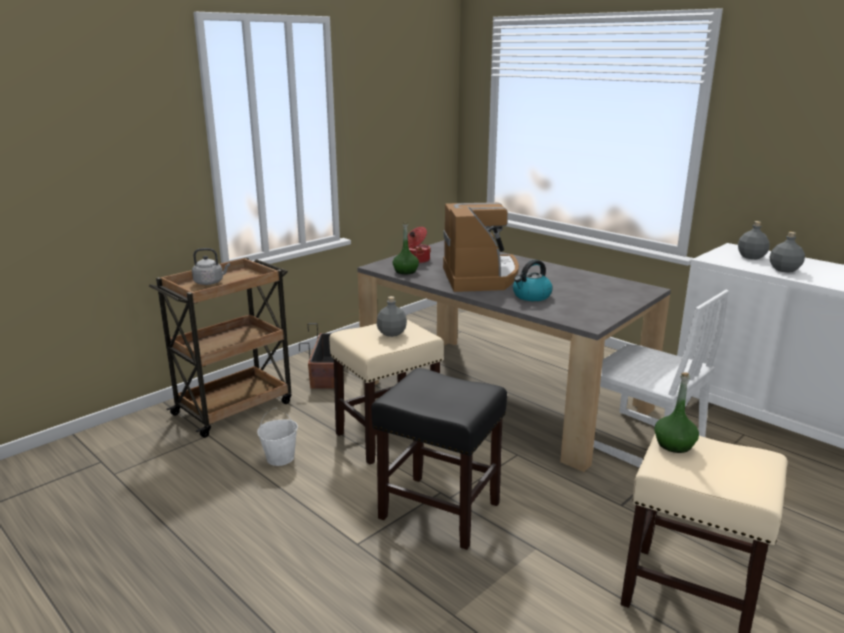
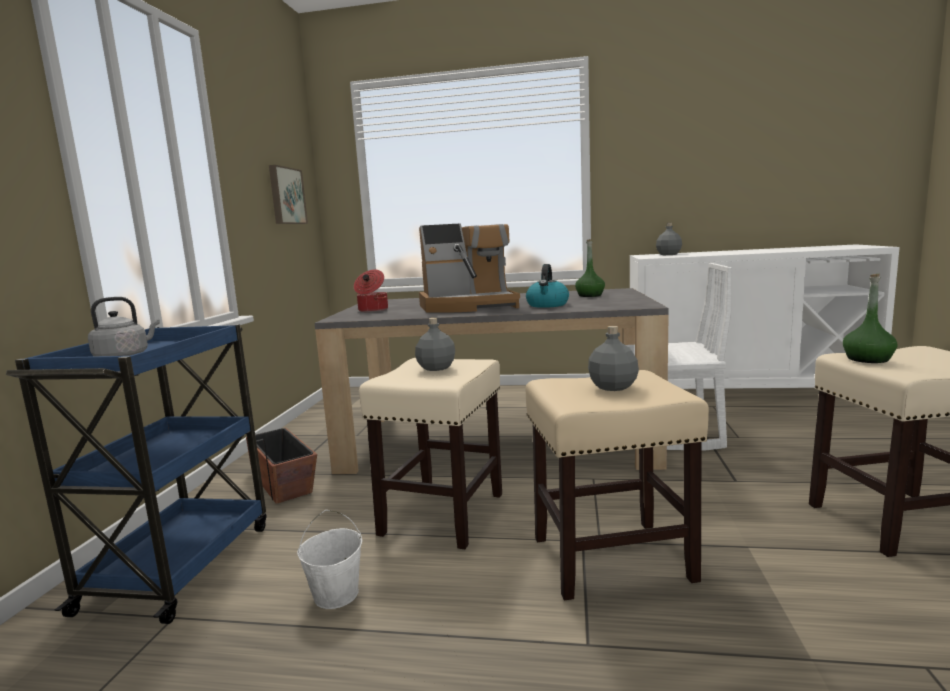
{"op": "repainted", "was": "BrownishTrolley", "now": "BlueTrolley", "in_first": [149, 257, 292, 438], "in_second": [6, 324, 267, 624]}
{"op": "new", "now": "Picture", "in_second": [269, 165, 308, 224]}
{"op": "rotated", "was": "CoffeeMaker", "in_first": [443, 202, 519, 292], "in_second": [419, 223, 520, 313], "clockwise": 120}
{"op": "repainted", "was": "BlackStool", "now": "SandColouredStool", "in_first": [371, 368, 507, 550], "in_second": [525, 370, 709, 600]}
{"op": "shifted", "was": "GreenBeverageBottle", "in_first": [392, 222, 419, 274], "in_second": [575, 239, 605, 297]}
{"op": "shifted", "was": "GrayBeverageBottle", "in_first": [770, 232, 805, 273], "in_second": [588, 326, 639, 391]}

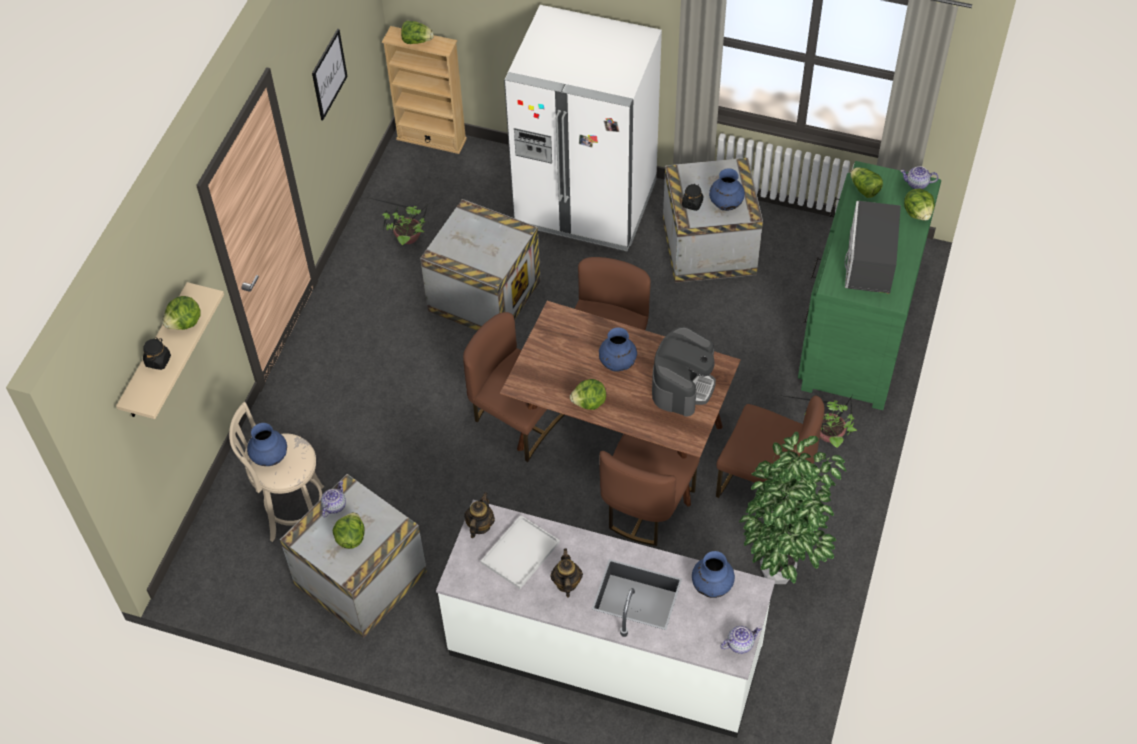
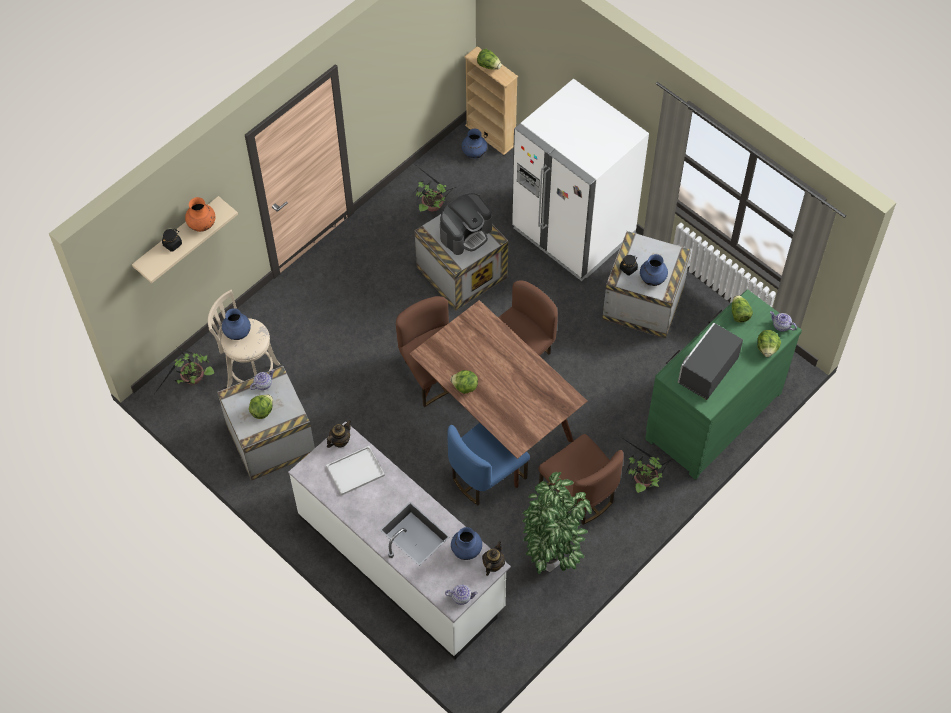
{"op": "new", "now": "PottedPlant", "in_second": [153, 347, 214, 396]}
{"op": "swapped", "was": "Lettuce", "now": "OrangeyVase", "in_first": [162, 296, 201, 330], "in_second": [185, 197, 216, 232]}
{"op": "shifted", "was": "CoffeeMaker", "in_first": [652, 327, 716, 416], "in_second": [440, 193, 492, 255]}
{"op": "repainted", "was": "BrownishUprightChair", "now": "BlueUprightChair", "in_first": [599, 434, 700, 546], "in_second": [447, 423, 530, 505]}
{"op": "shifted", "was": "BlueVase", "in_first": [599, 327, 637, 372], "in_second": [462, 129, 487, 158]}
{"op": "shifted", "was": "Teapot", "in_first": [550, 548, 583, 598], "in_second": [482, 541, 505, 576]}
{"op": "gone", "was": "Picture", "in_first": [312, 29, 348, 120]}

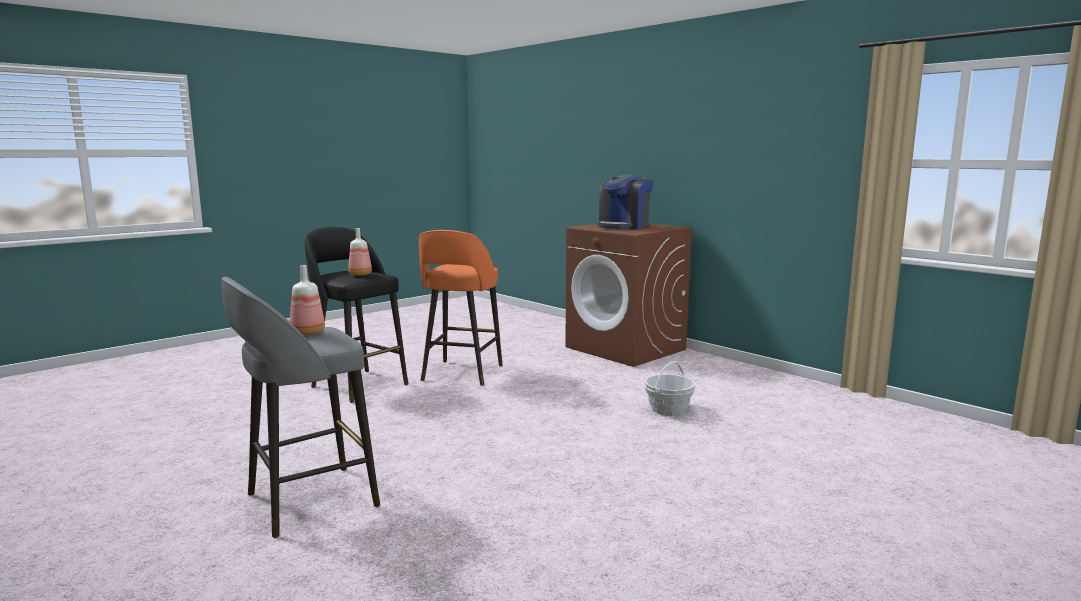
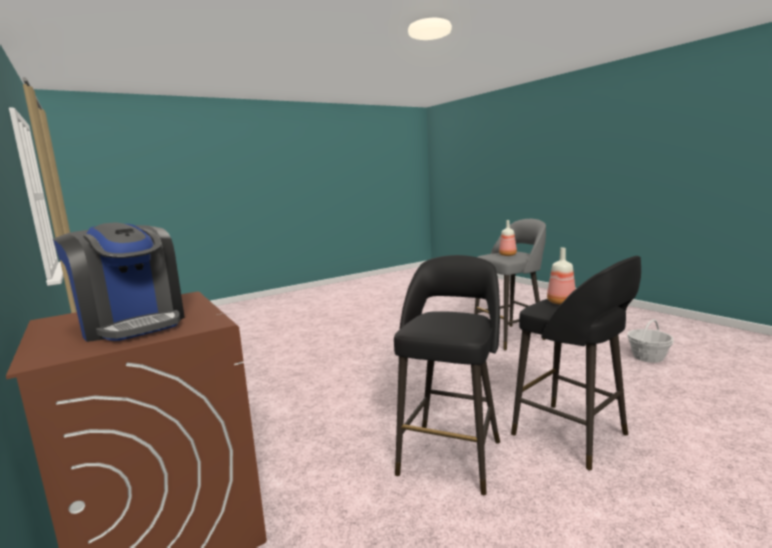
{"op": "rotated", "was": "CoffeeMaker", "in_first": [597, 175, 653, 229], "in_second": [53, 222, 185, 342], "clockwise": 90}
{"op": "repainted", "was": "OrangeyStool", "now": "BlackStool", "in_first": [419, 230, 503, 386], "in_second": [394, 255, 500, 495]}
{"op": "shifted", "was": "Basket", "in_first": [644, 361, 696, 416], "in_second": [627, 319, 674, 363]}

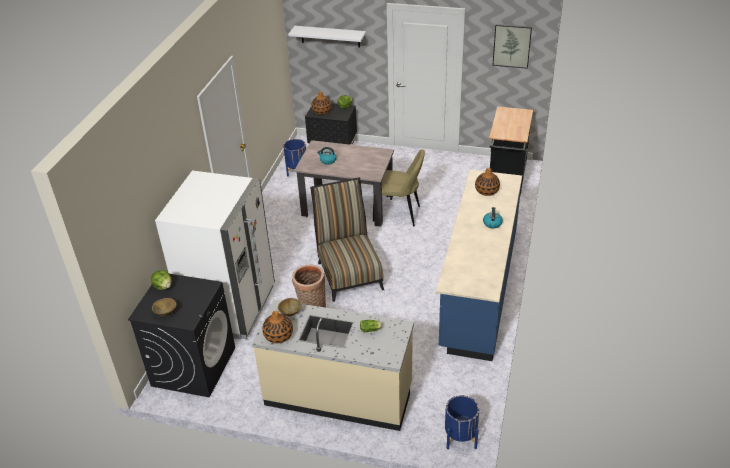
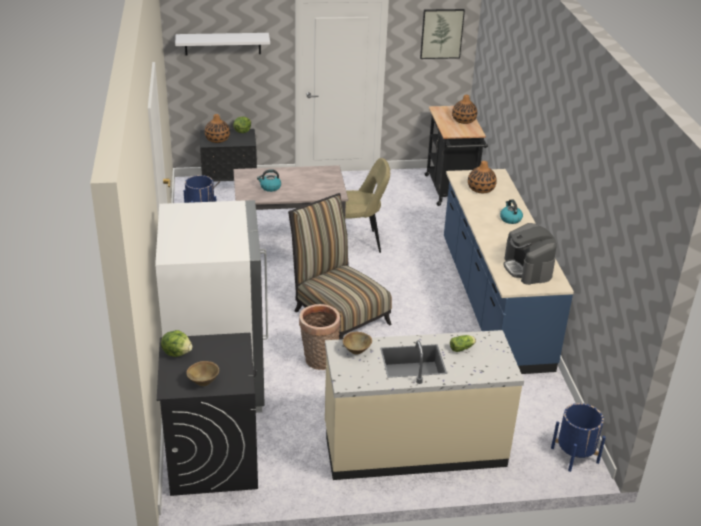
{"op": "shifted", "was": "Vase", "in_first": [262, 311, 293, 343], "in_second": [452, 95, 477, 124]}
{"op": "new", "now": "CoffeeMaker", "in_second": [503, 223, 557, 285]}

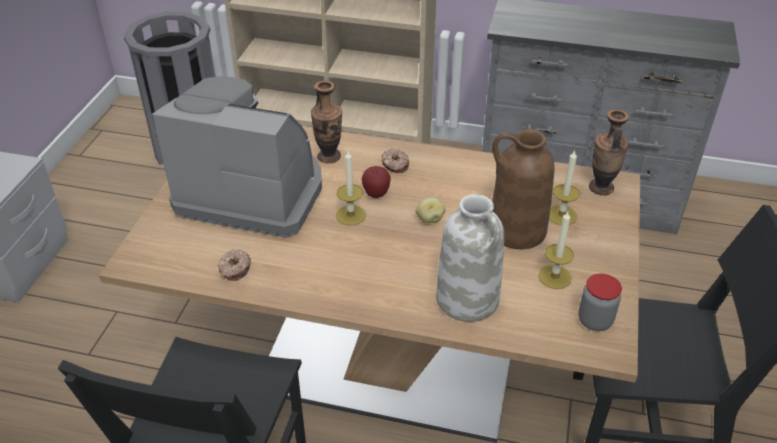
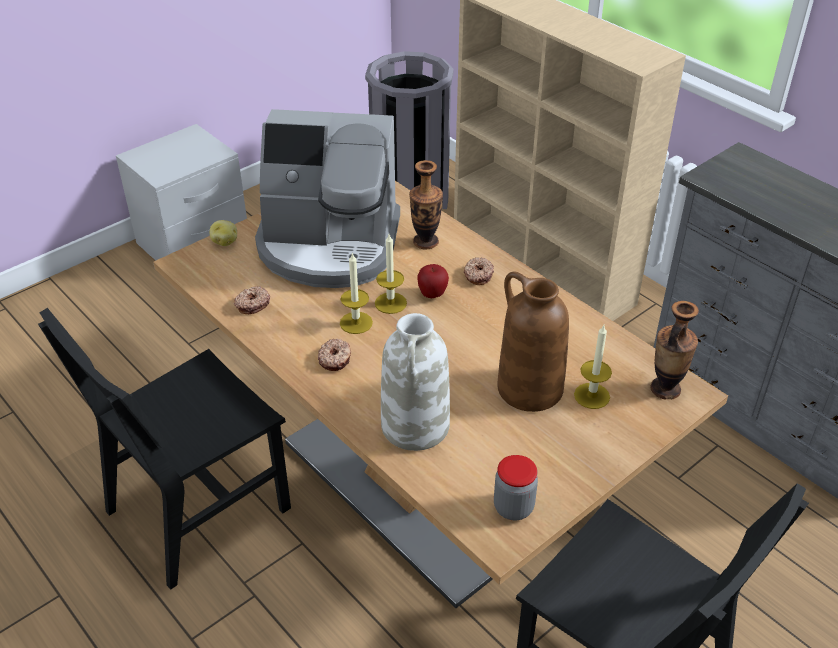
{"op": "shifted", "was": "Spud", "in_first": [416, 197, 445, 223], "in_second": [210, 220, 237, 246]}
{"op": "rotated", "was": "CoffeeMaker", "in_first": [152, 76, 322, 238], "in_second": [255, 109, 400, 288], "clockwise": 135}
{"op": "new", "now": "Donut", "in_second": [318, 338, 351, 371]}
{"op": "shifted", "was": "Candle", "in_first": [538, 211, 574, 289], "in_second": [340, 253, 373, 334]}

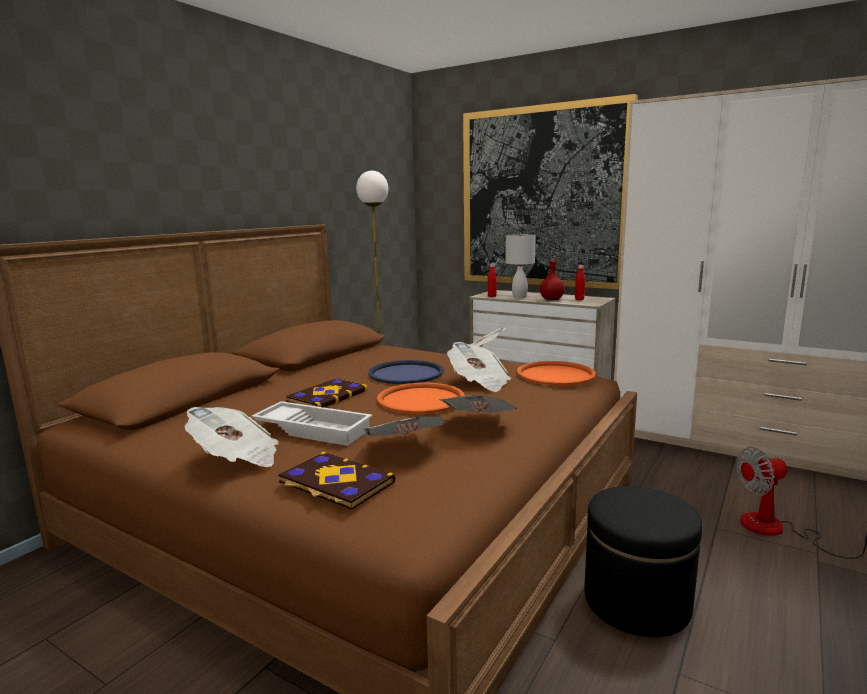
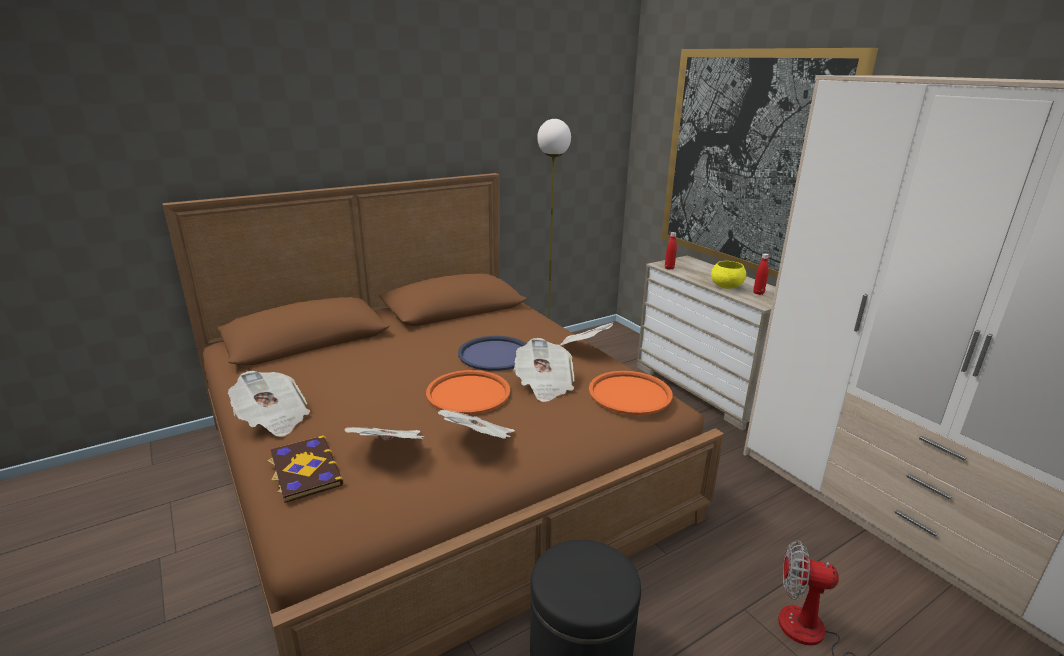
{"op": "swapped", "was": "RedColouredBeverageBottle", "now": "YellowishBowl", "in_first": [540, 258, 565, 300], "in_second": [711, 261, 746, 289]}
{"op": "gone", "was": "WhiteTray", "in_first": [251, 401, 372, 446]}
{"op": "gone", "was": "Volume", "in_first": [286, 378, 368, 407]}
{"op": "gone", "was": "WhiteLampForATable", "in_first": [505, 234, 536, 298]}

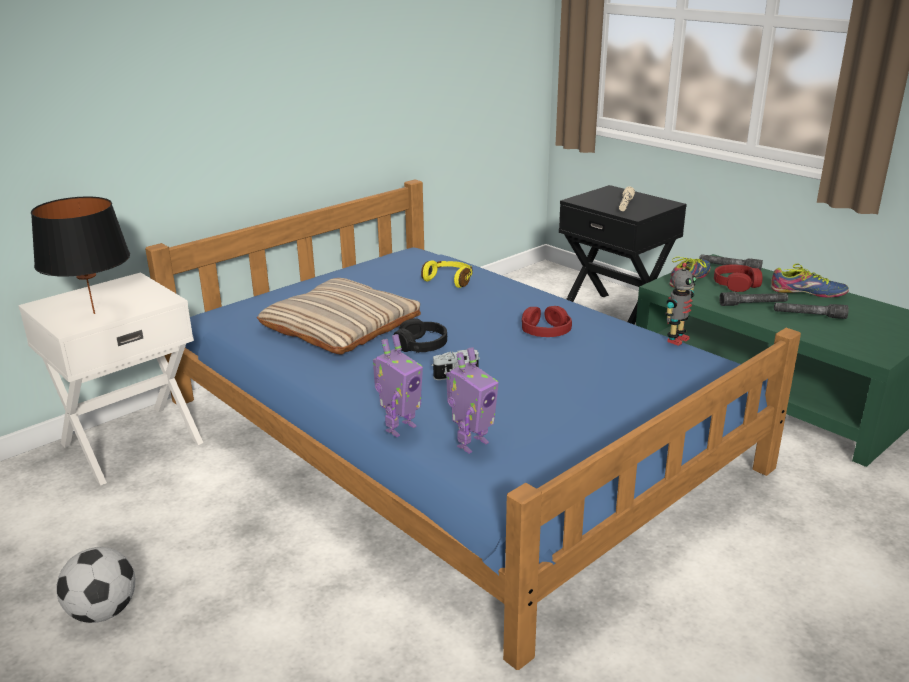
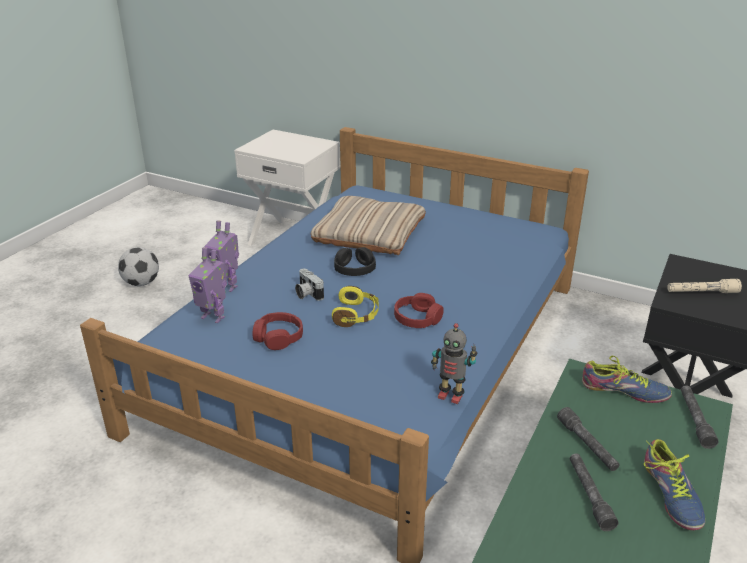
{"op": "shifted", "was": "RedColouredHeadset", "in_first": [714, 264, 763, 292], "in_second": [253, 312, 303, 350]}
{"op": "shifted", "was": "YellowishHeadset", "in_first": [421, 260, 473, 288], "in_second": [332, 286, 379, 327]}
{"op": "gone", "was": "BlackLampForATable", "in_first": [31, 197, 130, 314]}

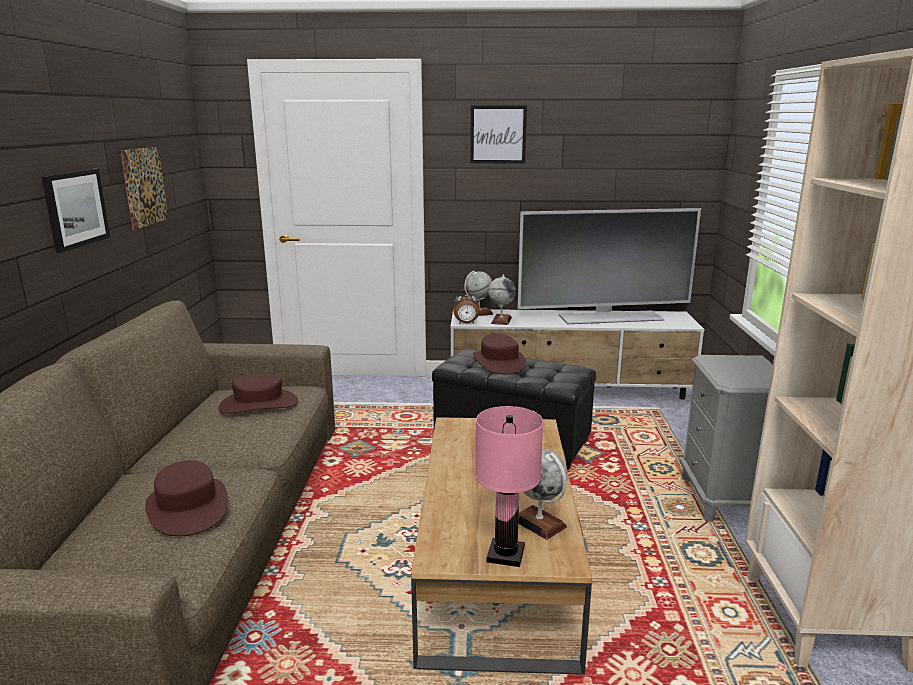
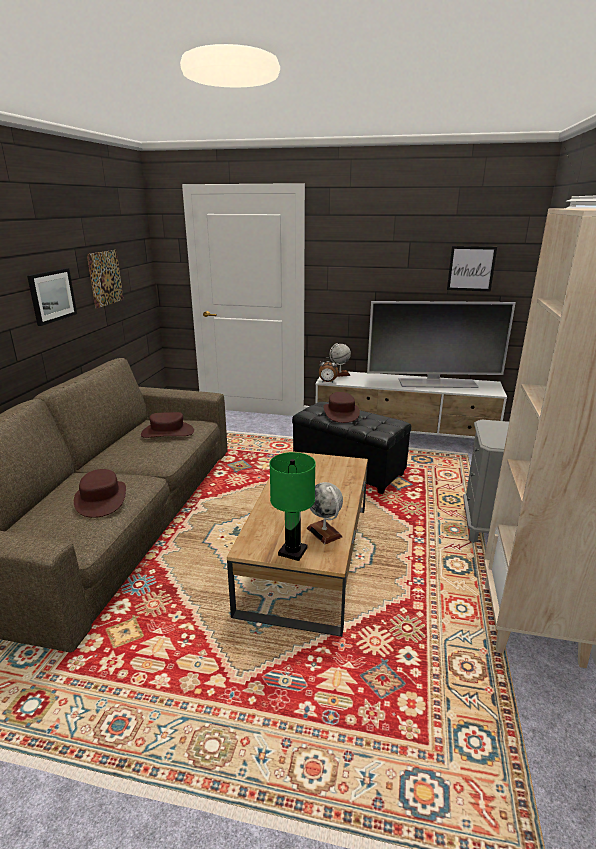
{"op": "repainted", "was": "PinkColouredLampForATable", "now": "GreenLampForATable", "in_first": [475, 406, 543, 567], "in_second": [269, 452, 316, 561]}
{"op": "shifted", "was": "Picture", "in_first": [470, 105, 527, 164], "in_second": [447, 246, 497, 291]}
{"op": "gone", "was": "WorldGlobe", "in_first": [488, 275, 516, 325]}

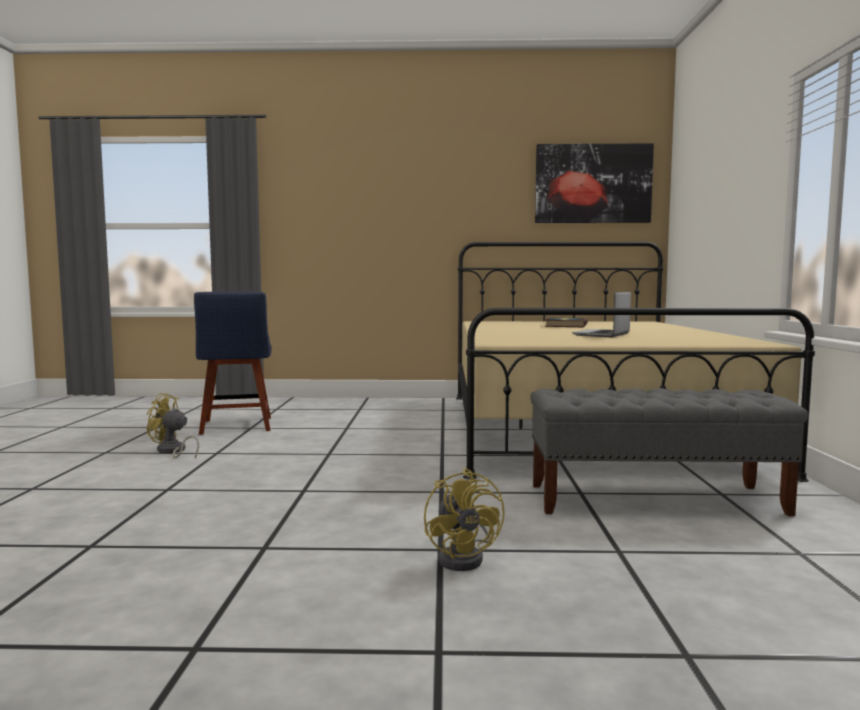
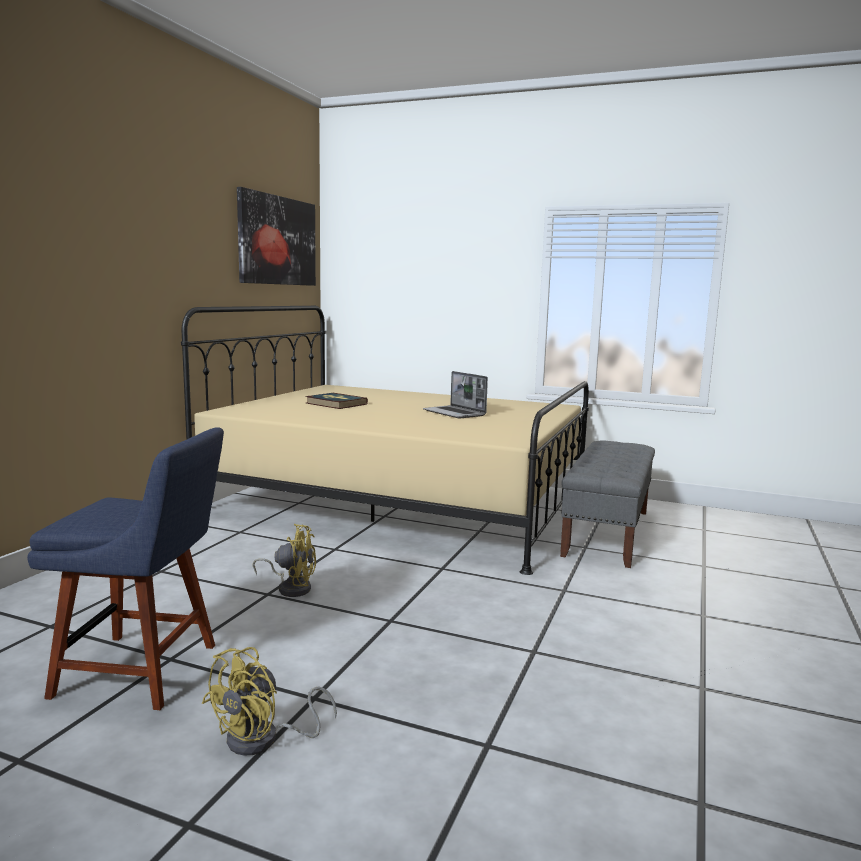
{"op": "shifted", "was": "YellowishElectricFan", "in_first": [424, 468, 505, 571], "in_second": [252, 524, 316, 597]}

